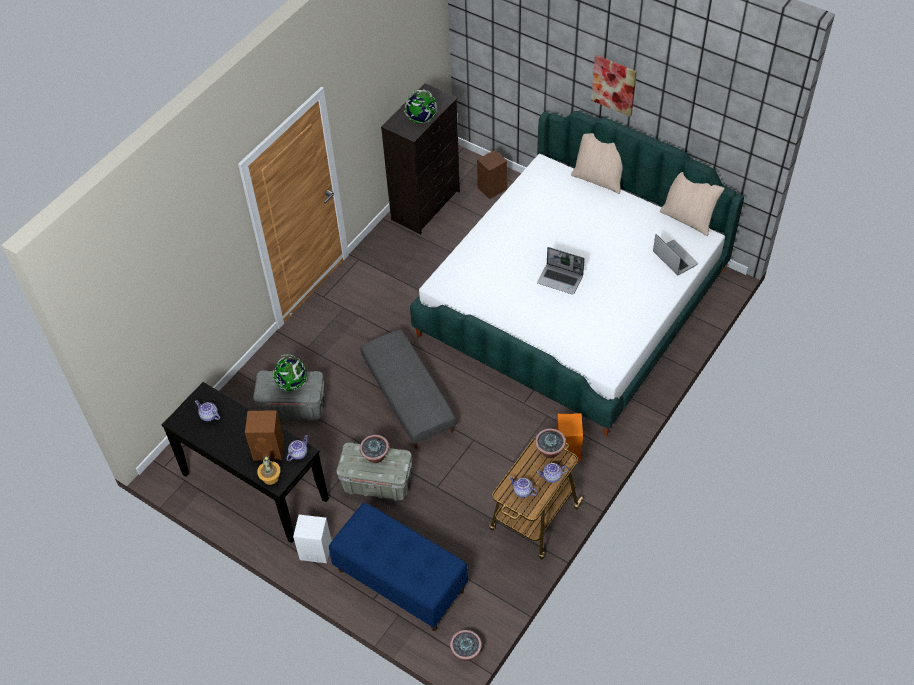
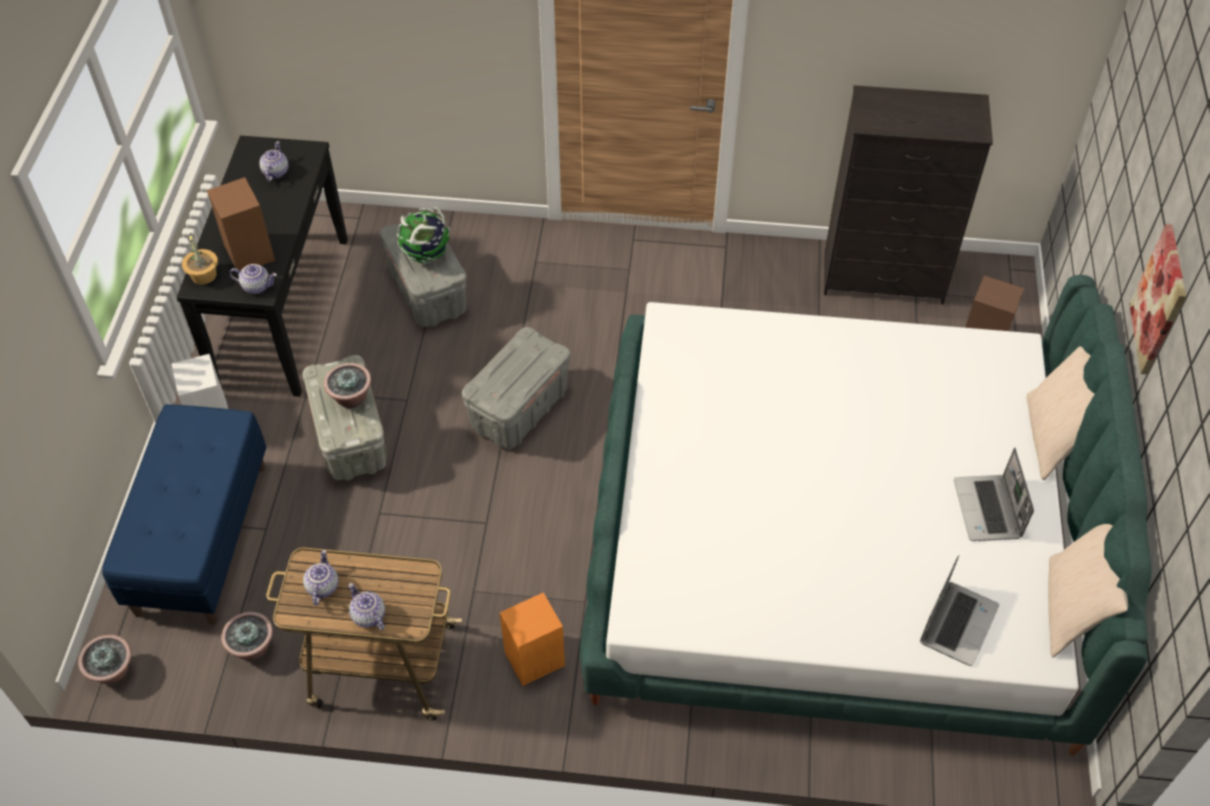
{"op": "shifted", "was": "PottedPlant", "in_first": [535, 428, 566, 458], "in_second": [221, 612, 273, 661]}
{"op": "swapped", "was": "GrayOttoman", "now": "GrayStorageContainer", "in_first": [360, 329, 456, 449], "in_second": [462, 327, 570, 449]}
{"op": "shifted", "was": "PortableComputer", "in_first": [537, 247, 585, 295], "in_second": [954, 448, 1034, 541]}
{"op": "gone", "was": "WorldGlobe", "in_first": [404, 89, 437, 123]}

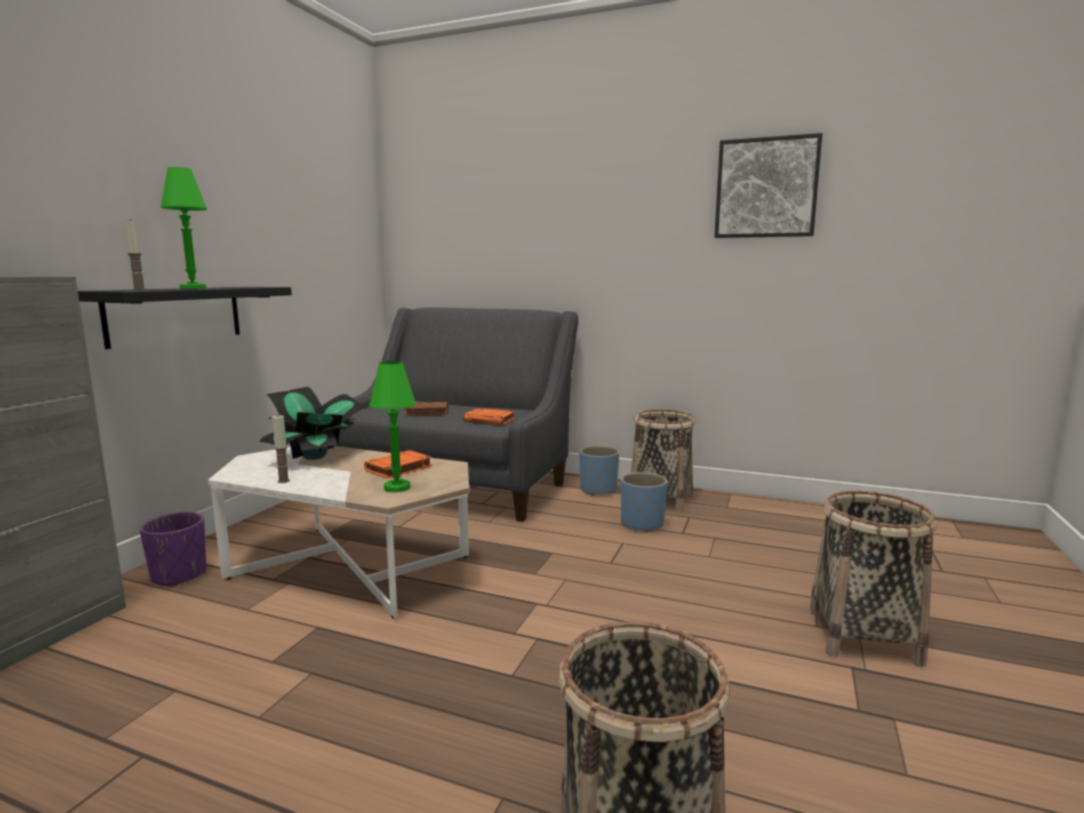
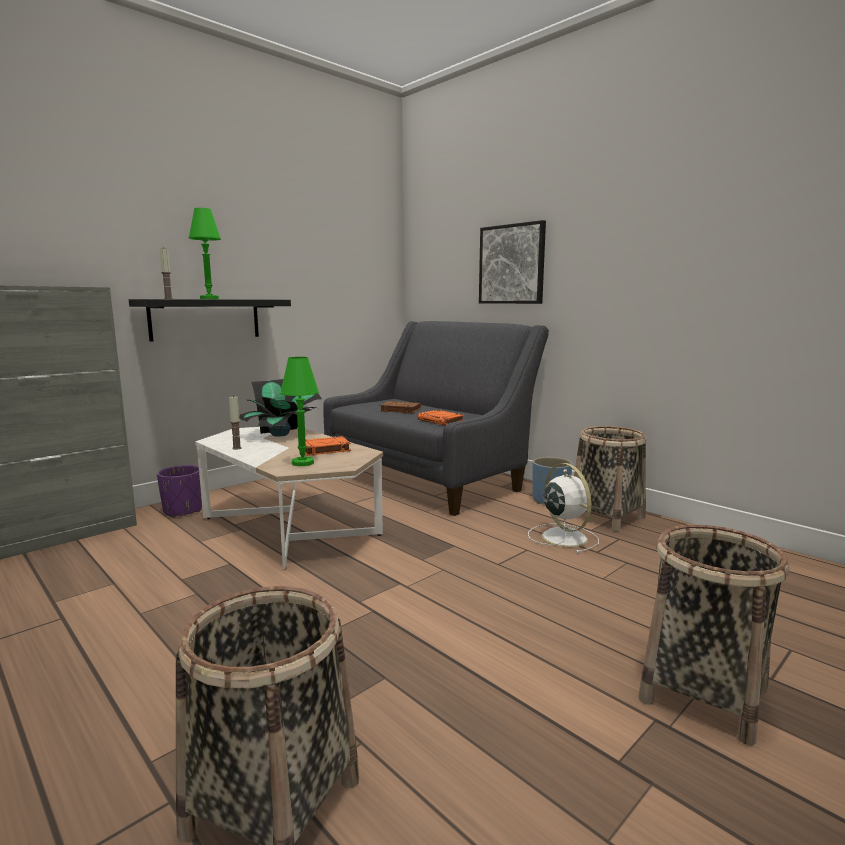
{"op": "shifted", "was": "Picture", "in_first": [715, 133, 823, 238], "in_second": [479, 220, 546, 304]}
{"op": "swapped", "was": "BluePlantPot", "now": "WhiteElectricFan", "in_first": [621, 472, 667, 533], "in_second": [528, 463, 599, 553]}

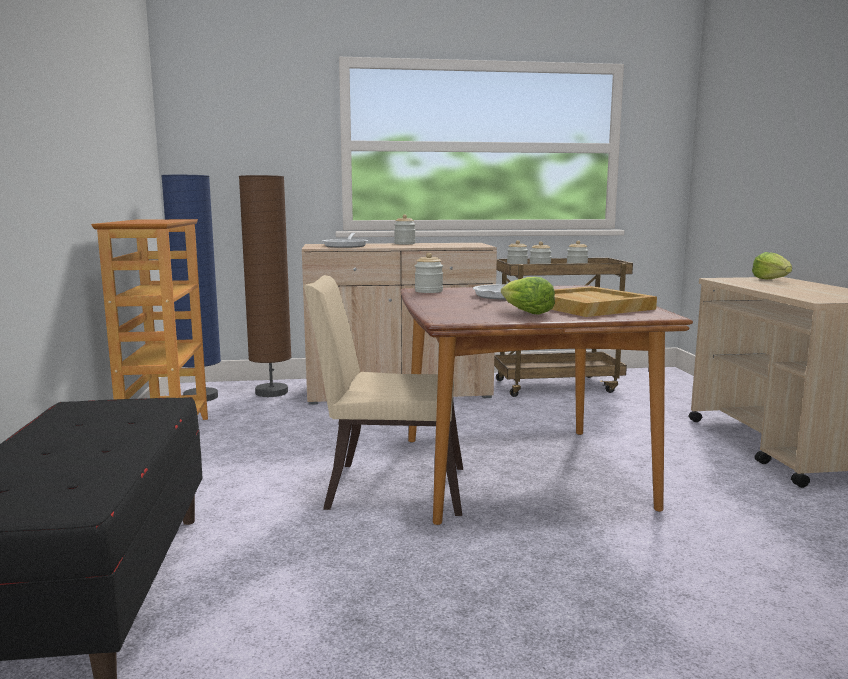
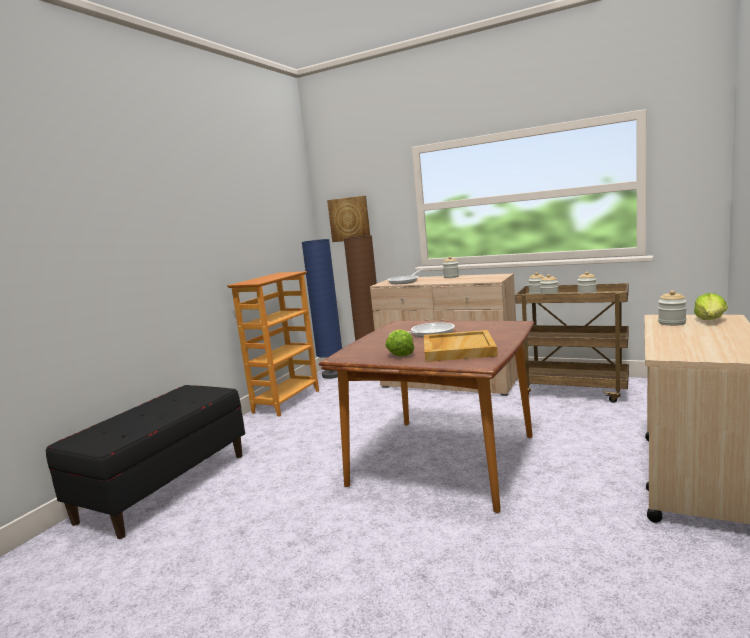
{"op": "new", "now": "Picture", "in_second": [327, 196, 370, 242]}
{"op": "shifted", "was": "StorageJar", "in_first": [415, 253, 443, 293], "in_second": [658, 290, 687, 326]}
{"op": "gone", "was": "SandColouredUprightChair", "in_first": [304, 275, 463, 516]}

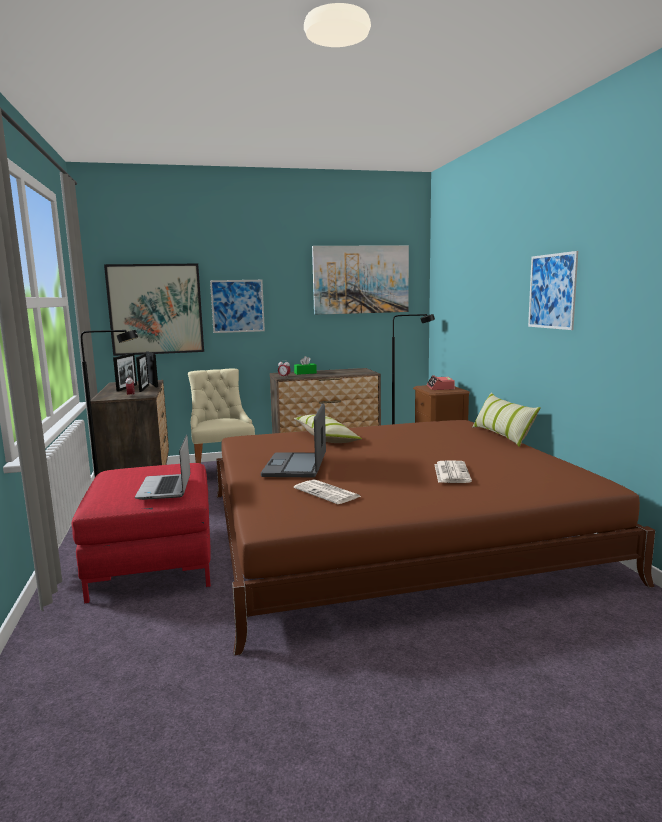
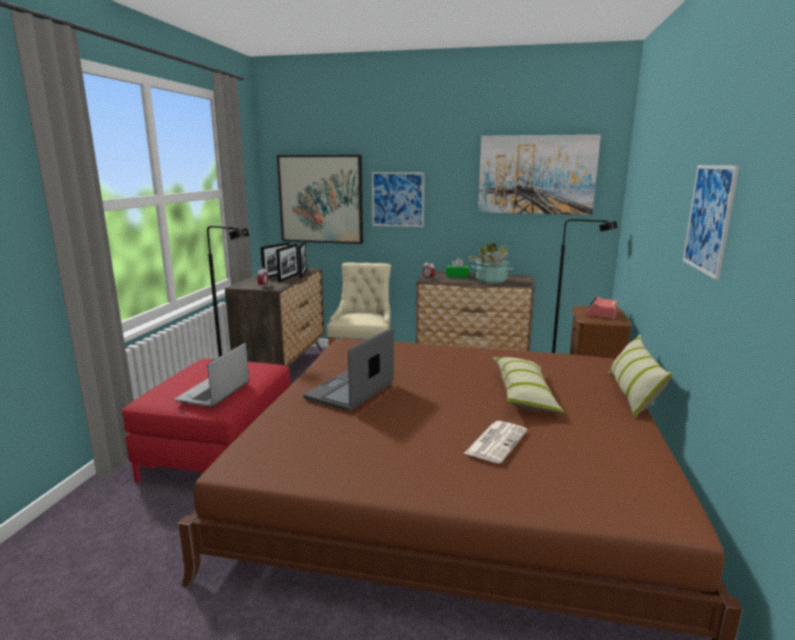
{"op": "new", "now": "PottedPlant", "in_second": [469, 243, 514, 284]}
{"op": "shifted", "was": "Pillow", "in_first": [294, 414, 362, 443], "in_second": [493, 357, 565, 413]}
{"op": "gone", "was": "DailyPaper", "in_first": [294, 479, 362, 504]}

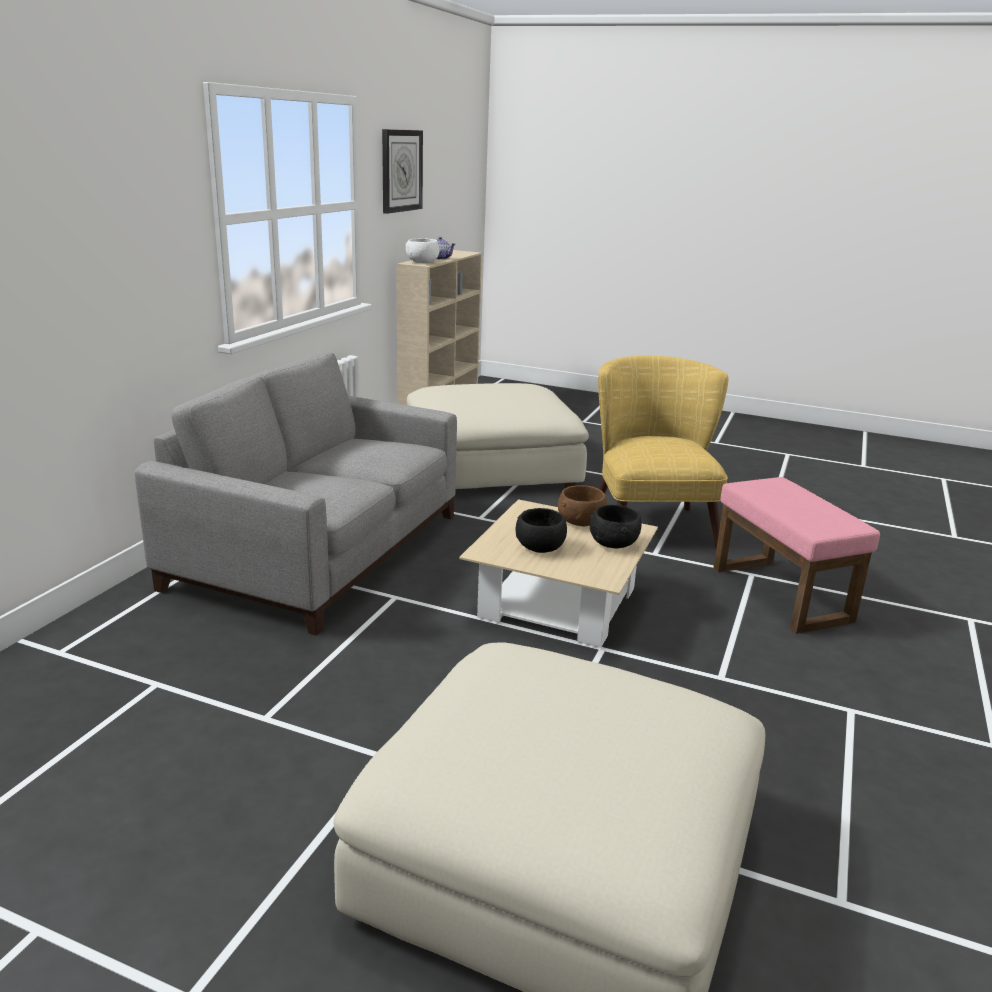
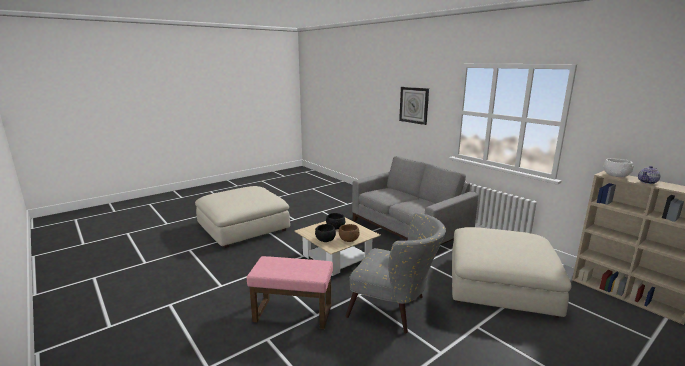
{"op": "repainted", "was": "YellowishEasyChair", "now": "GrayEasyChair", "in_first": [598, 355, 729, 548], "in_second": [346, 213, 446, 333]}
{"op": "shifted", "was": "ClockOnTheWall", "in_first": [382, 129, 423, 214], "in_second": [399, 87, 429, 125]}

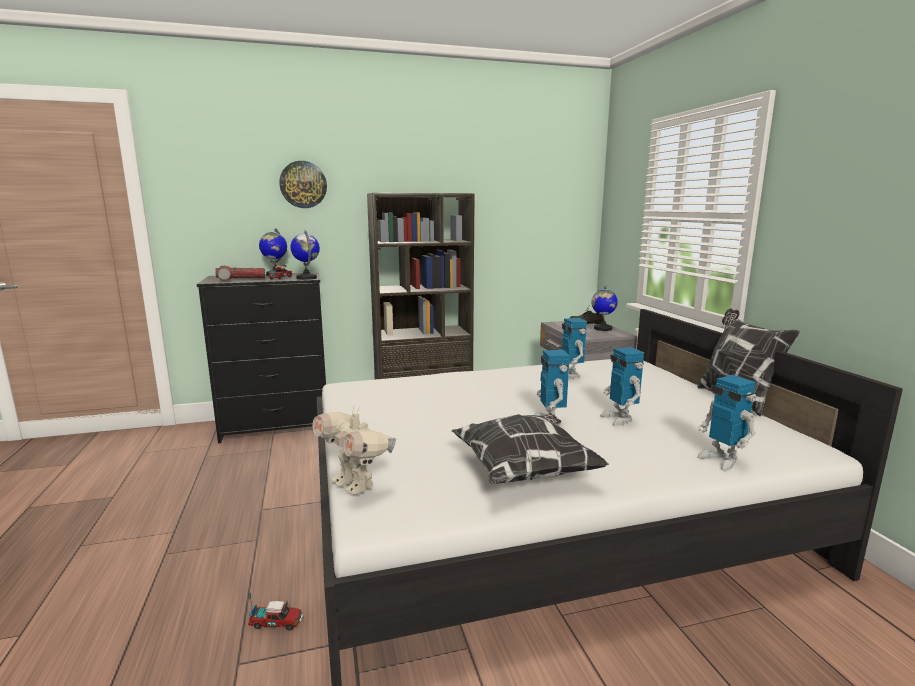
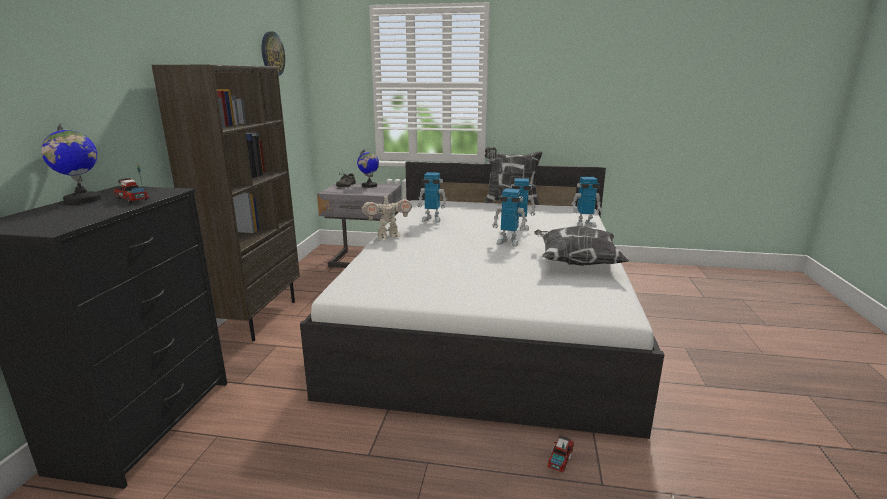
{"op": "shifted", "was": "ClockOnTheWall", "in_first": [279, 161, 327, 208], "in_second": [262, 31, 285, 76]}
{"op": "shifted", "was": "RobotFigure", "in_first": [312, 406, 396, 494], "in_second": [362, 194, 412, 239]}
{"op": "gone", "was": "HandTorch", "in_first": [215, 265, 265, 280]}
{"op": "gone", "was": "WorldGlobe", "in_first": [290, 230, 320, 280]}

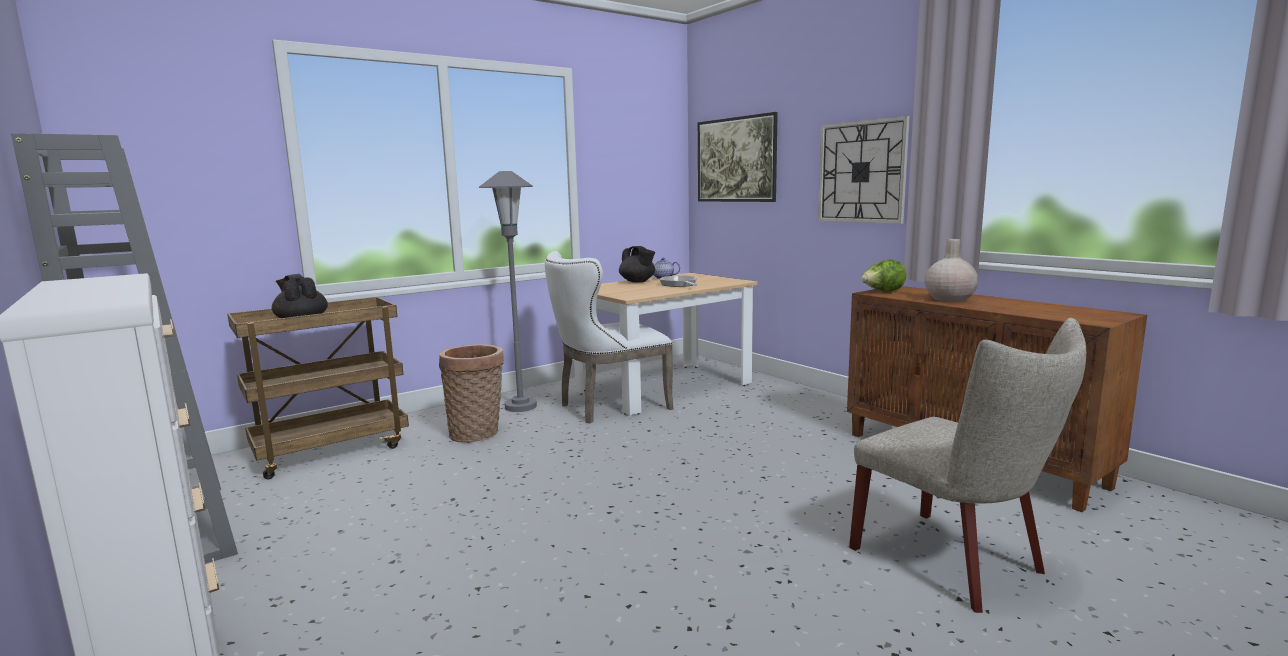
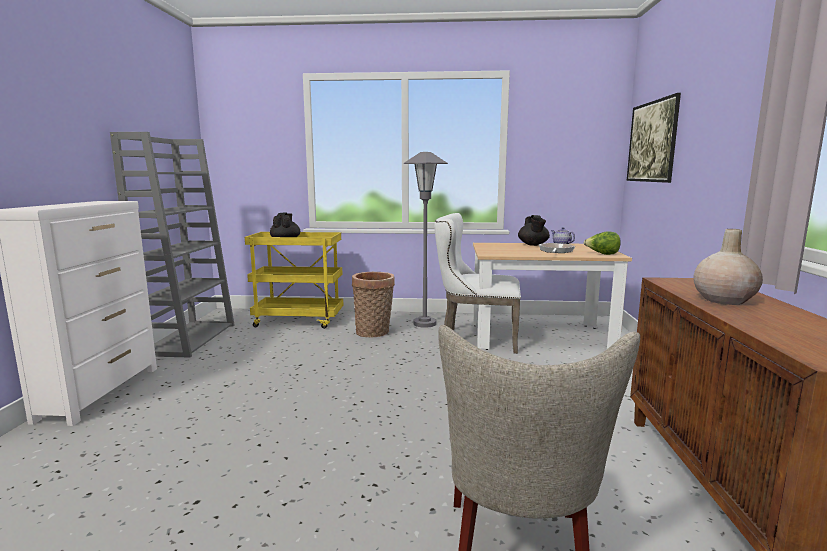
{"op": "repainted", "was": "BrownishTrolley", "now": "YellowishTrolley", "in_first": [227, 297, 409, 479], "in_second": [245, 232, 343, 329]}
{"op": "shifted", "was": "Lettuce", "in_first": [861, 260, 907, 292], "in_second": [584, 231, 621, 255]}
{"op": "gone", "was": "ClockOnTheWall", "in_first": [818, 116, 910, 224]}

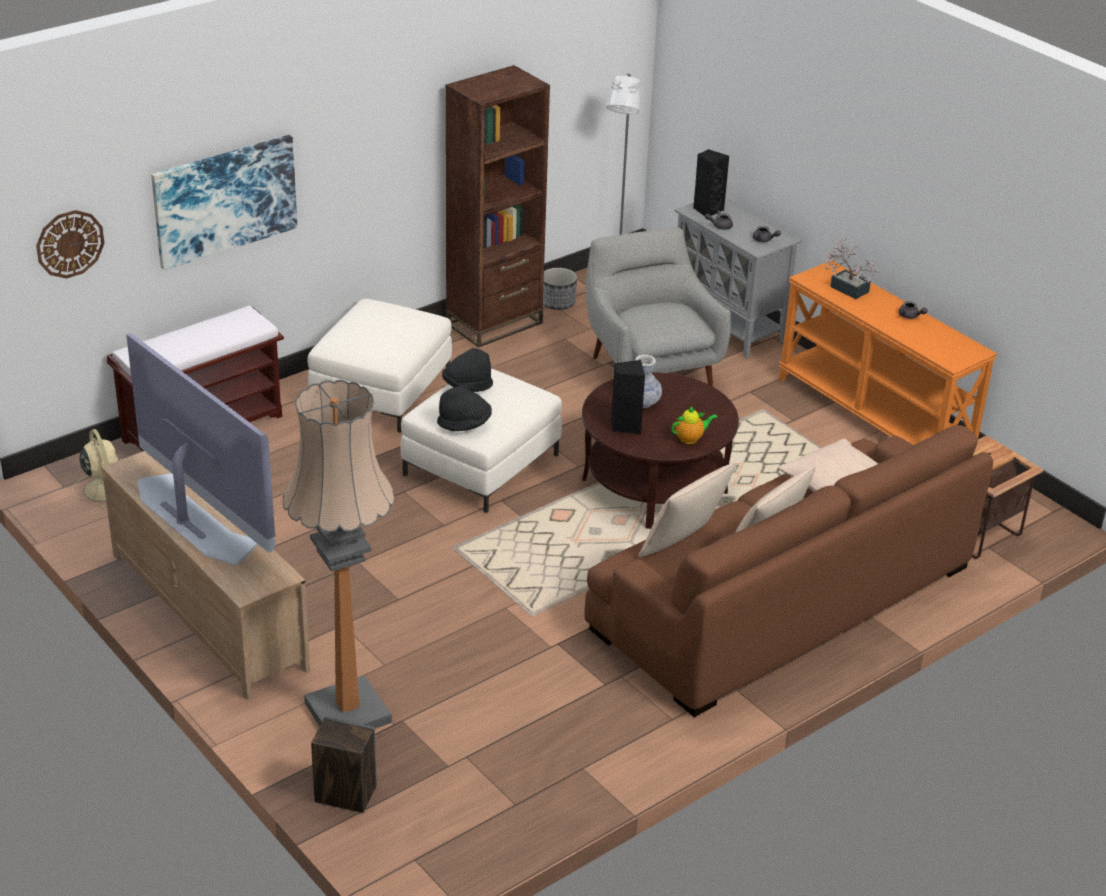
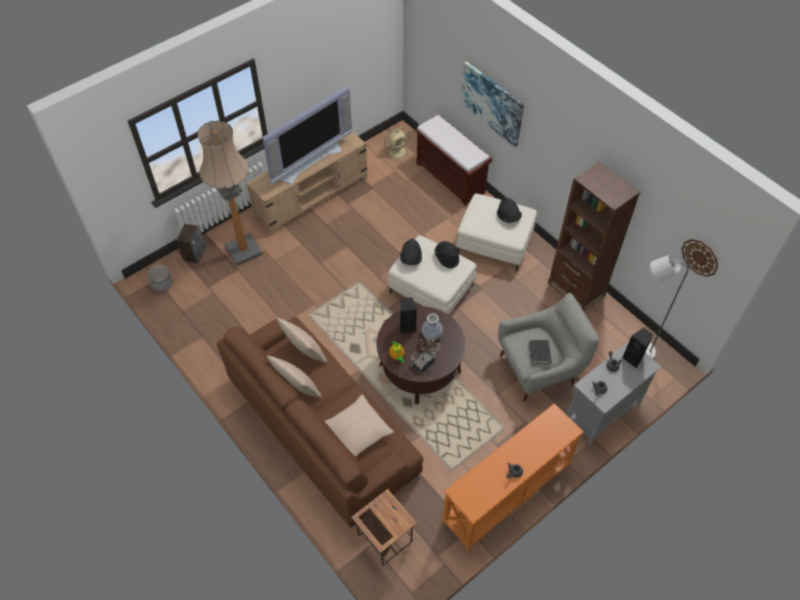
{"op": "shifted", "was": "PlantPot", "in_first": [543, 268, 577, 310], "in_second": [147, 265, 173, 292]}
{"op": "shifted", "was": "PottedPlant", "in_first": [824, 238, 879, 299], "in_second": [411, 335, 441, 374]}
{"op": "new", "now": "BlackClothingHat", "in_second": [497, 198, 522, 223]}
{"op": "new", "now": "BlackVolume", "in_second": [528, 340, 552, 364]}
{"op": "shifted", "was": "ClockOnTheWall", "in_first": [36, 210, 105, 279], "in_second": [681, 239, 718, 277]}

